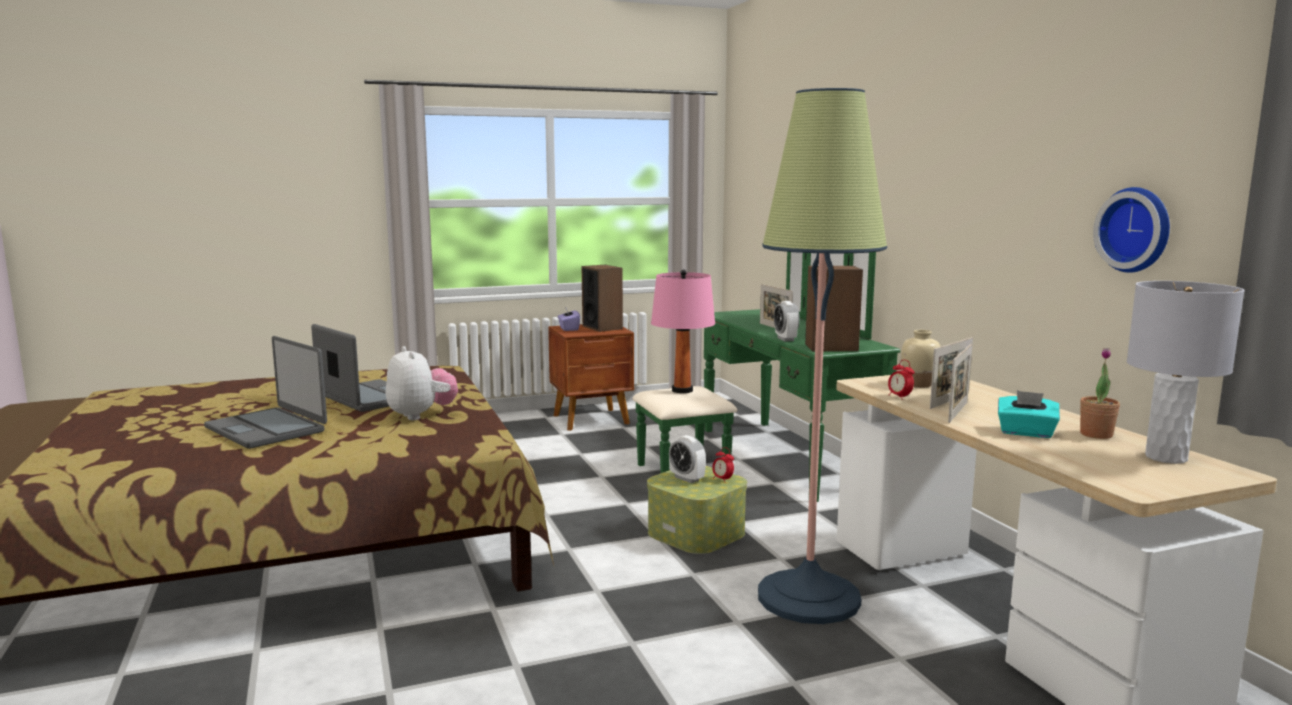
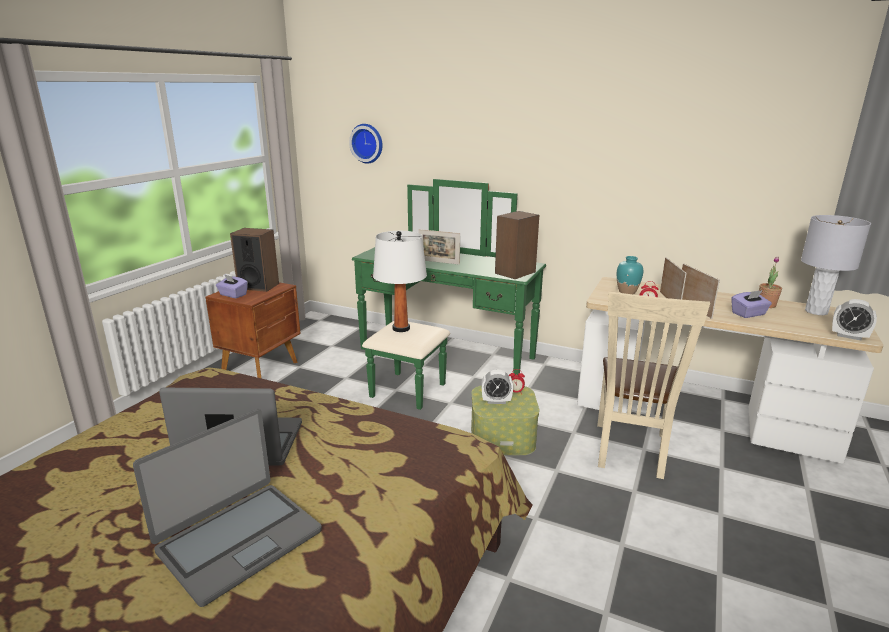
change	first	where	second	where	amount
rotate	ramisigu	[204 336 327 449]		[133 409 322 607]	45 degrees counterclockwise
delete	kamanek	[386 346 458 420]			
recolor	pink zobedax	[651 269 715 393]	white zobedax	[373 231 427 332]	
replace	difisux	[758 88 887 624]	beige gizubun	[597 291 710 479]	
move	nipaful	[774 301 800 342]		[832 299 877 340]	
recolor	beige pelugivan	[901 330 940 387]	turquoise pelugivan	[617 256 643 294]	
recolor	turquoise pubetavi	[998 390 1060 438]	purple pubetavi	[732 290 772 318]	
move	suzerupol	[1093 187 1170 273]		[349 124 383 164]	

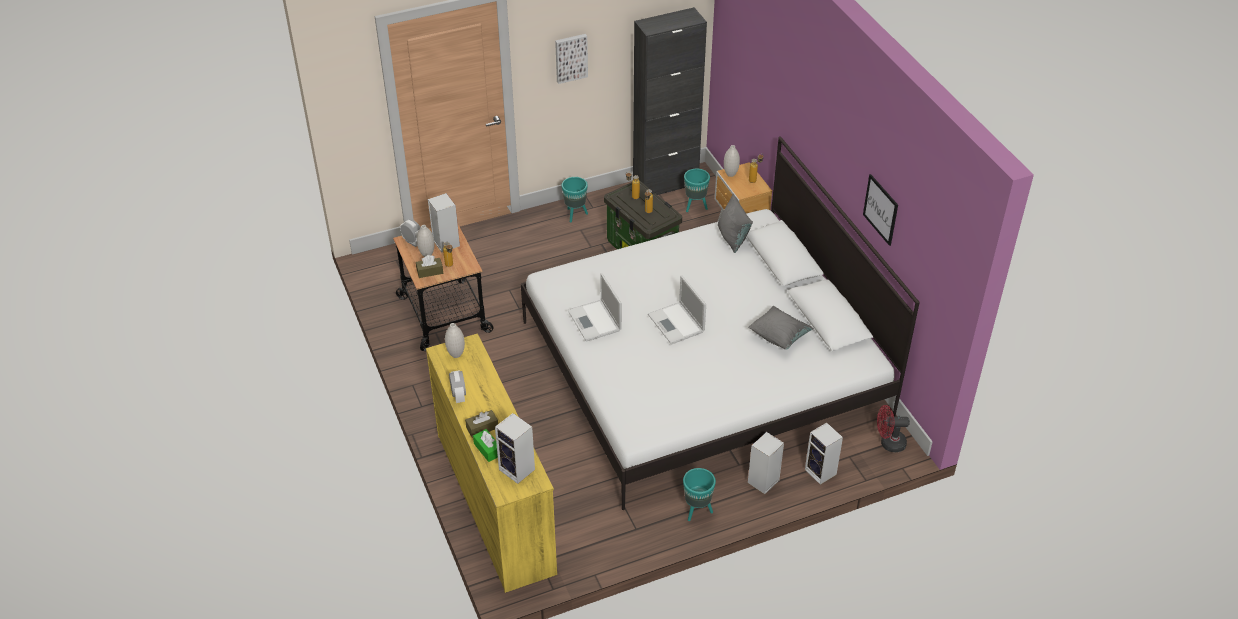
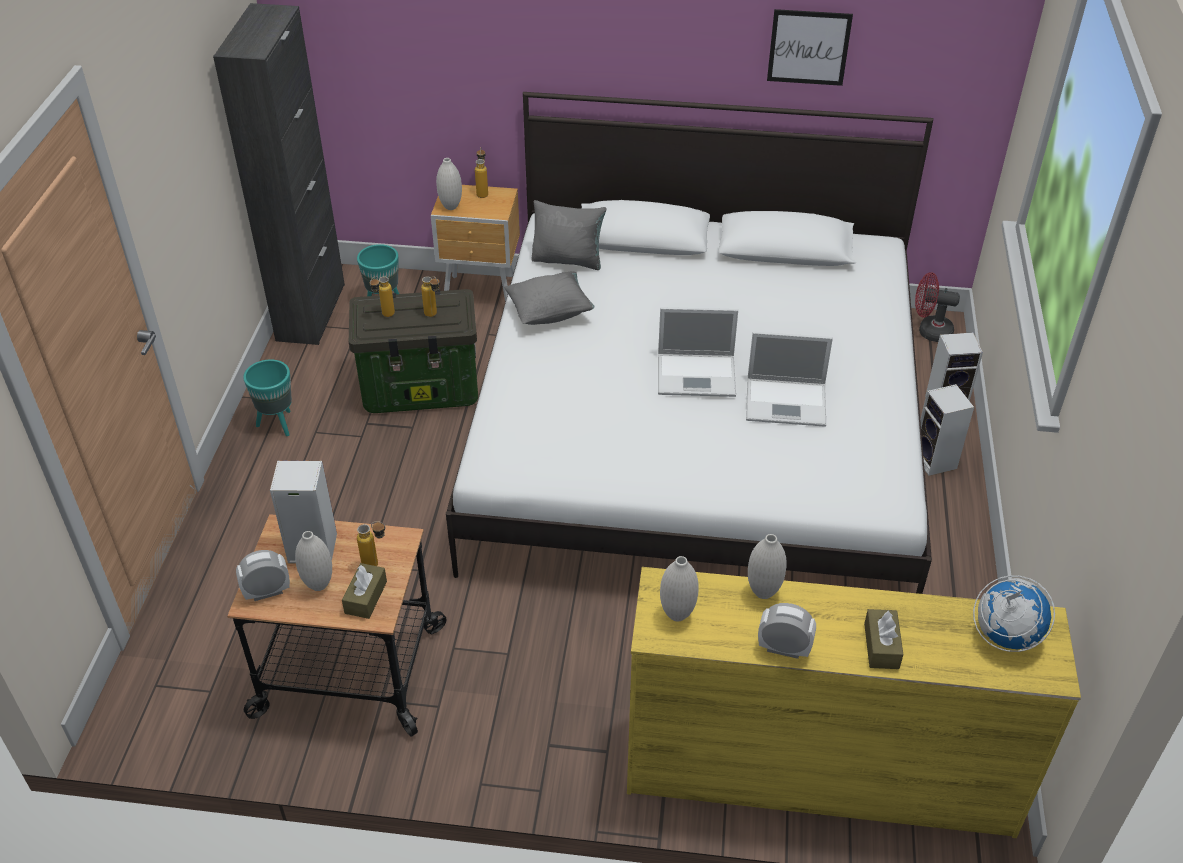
change	first	where	second	where	amount
delete	green pubetavi	[473 429 498 462]			
replace	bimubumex	[495 413 535 484]	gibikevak	[973 575 1055 652]	
delete	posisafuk	[555 34 588 84]			
move	ramisigu	[568 273 622 342]		[746 332 833 427]	
delete	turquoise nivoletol	[683 468 716 521]			
move	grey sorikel	[748 306 814 350]		[504 271 595 325]	
rotate	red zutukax	[877 405 910 452]		[915 272 960 342]	75 degrees clockwise
insert			white pelugivan	[748 534 787 599]	

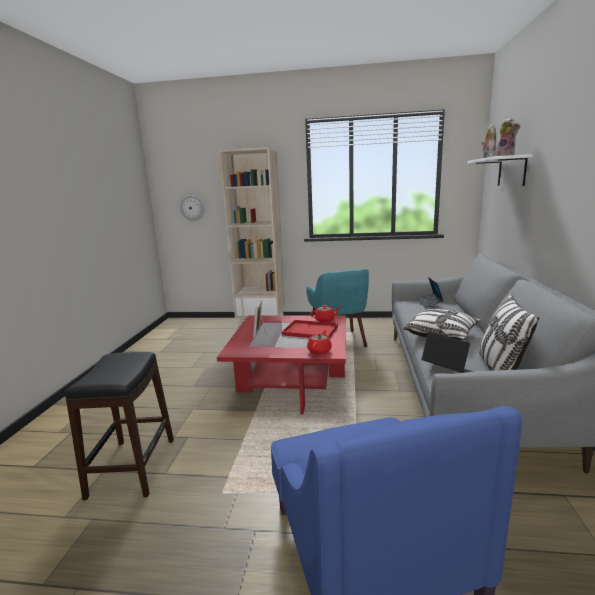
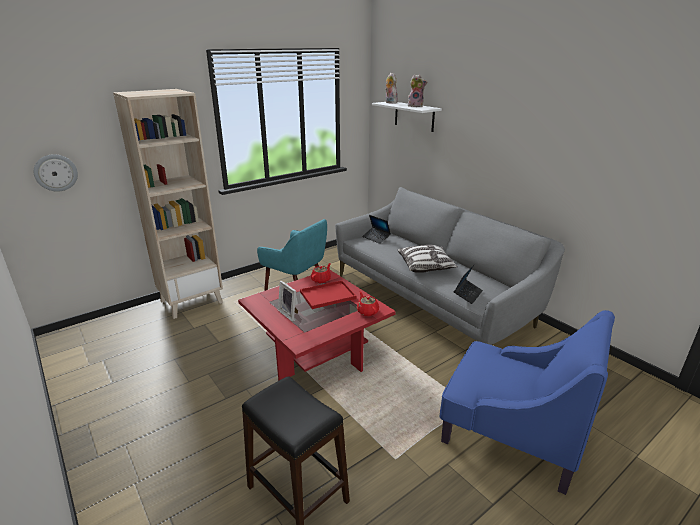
change	first	where	second	where	amount
rotate	ramisigu	[421 332 474 373]		[454 264 483 304]	120 degrees clockwise
delete	sorikel	[479 294 539 371]			

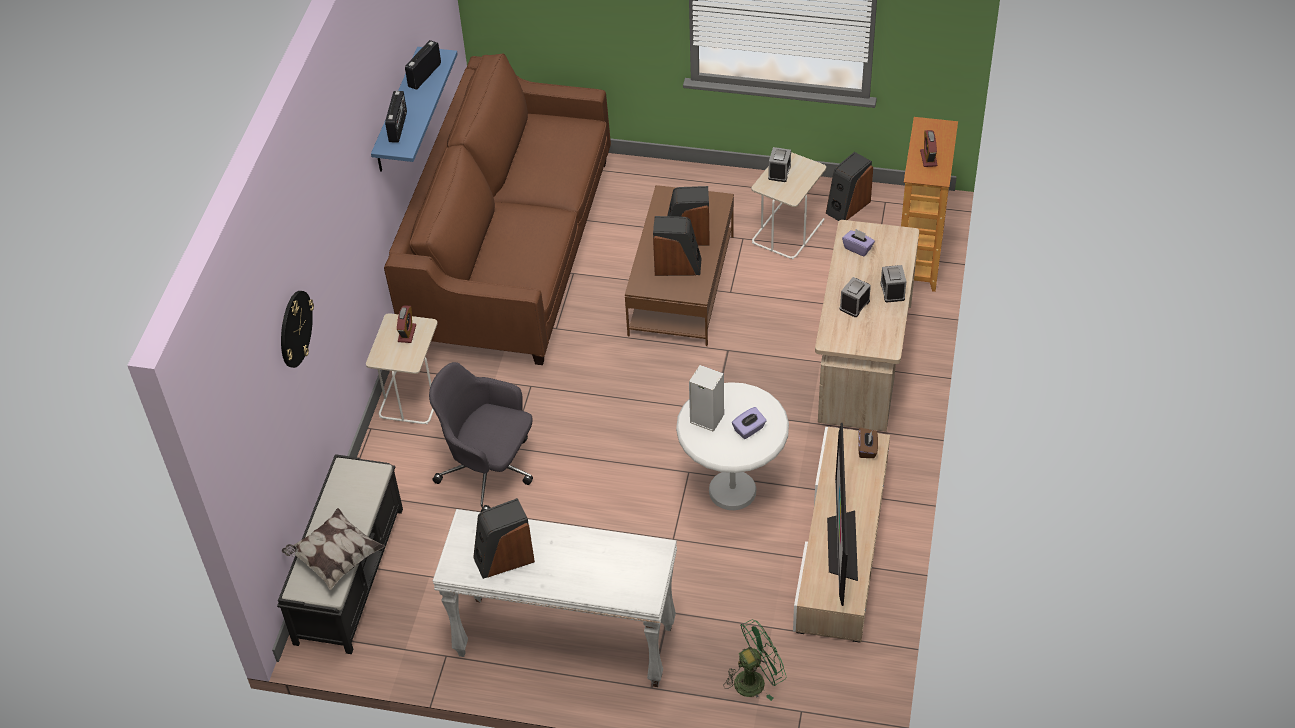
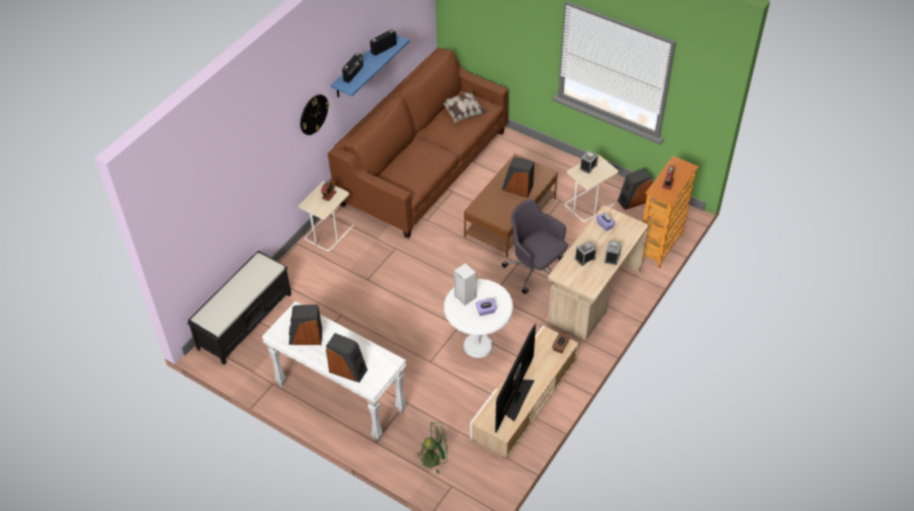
change	first	where	second	where	amount
move	suzerupol	[281 291 314 368]		[300 94 329 135]	
move	sorikel	[282 508 385 591]		[443 91 488 123]	
move	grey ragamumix	[429 362 533 512]		[502 200 568 294]	
move	bimubumex	[653 216 702 276]		[326 333 368 383]	

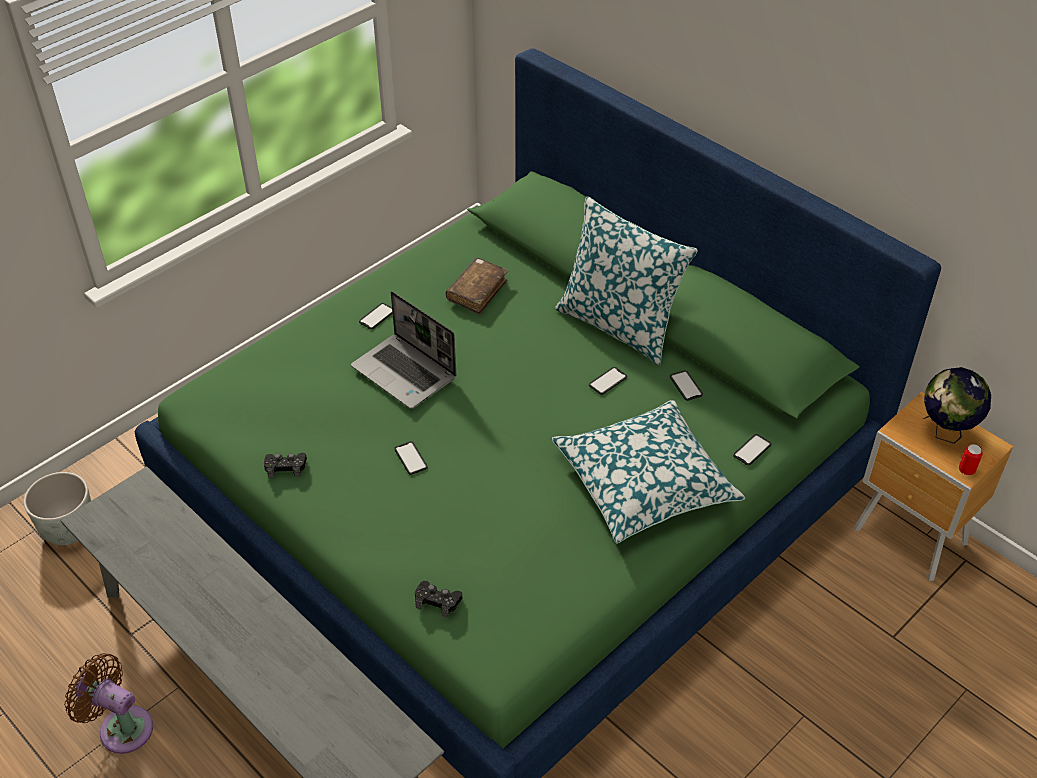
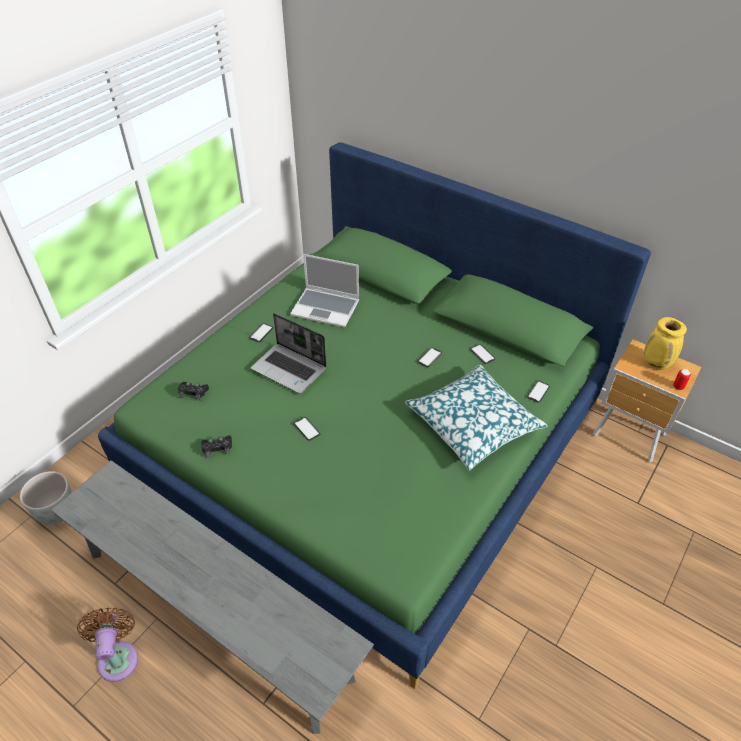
change	first	where	second	where	amount
rotate	brown zutukax	[64 653 153 754]		[77 608 138 682]	60 degrees clockwise
move	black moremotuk	[415 581 462 618]		[178 382 209 401]	
replace	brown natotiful	[446 258 508 315]	ramisigu	[290 254 359 328]	
delete	sorikel	[555 196 698 365]			
replace	gibikevak	[923 367 991 444]	yellow pelugivan	[644 317 687 370]	

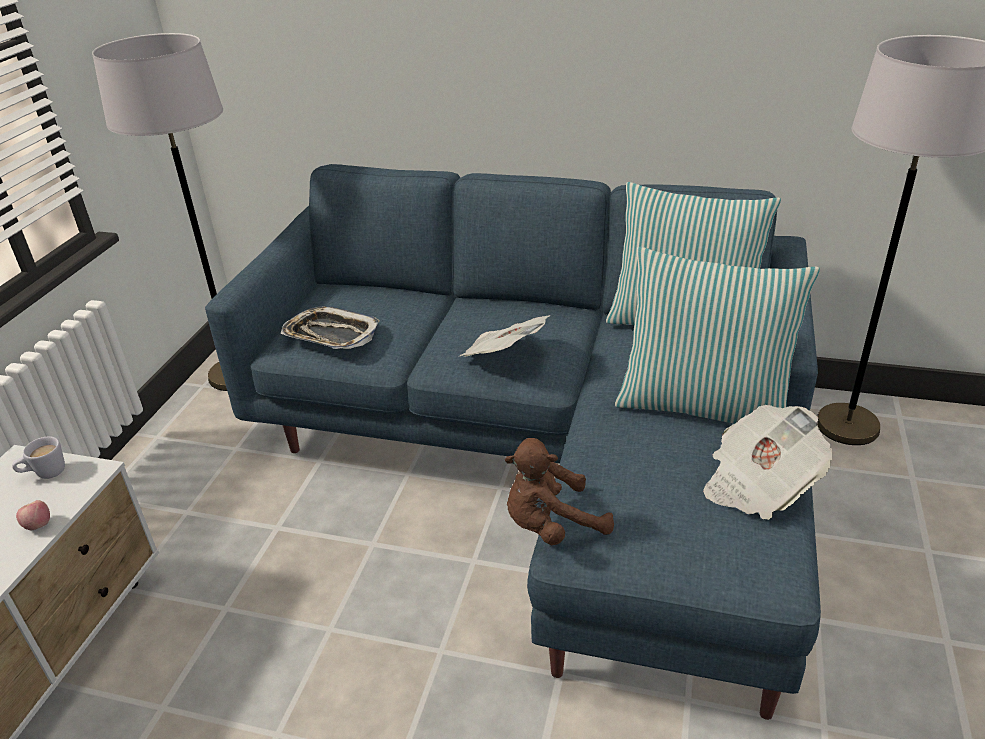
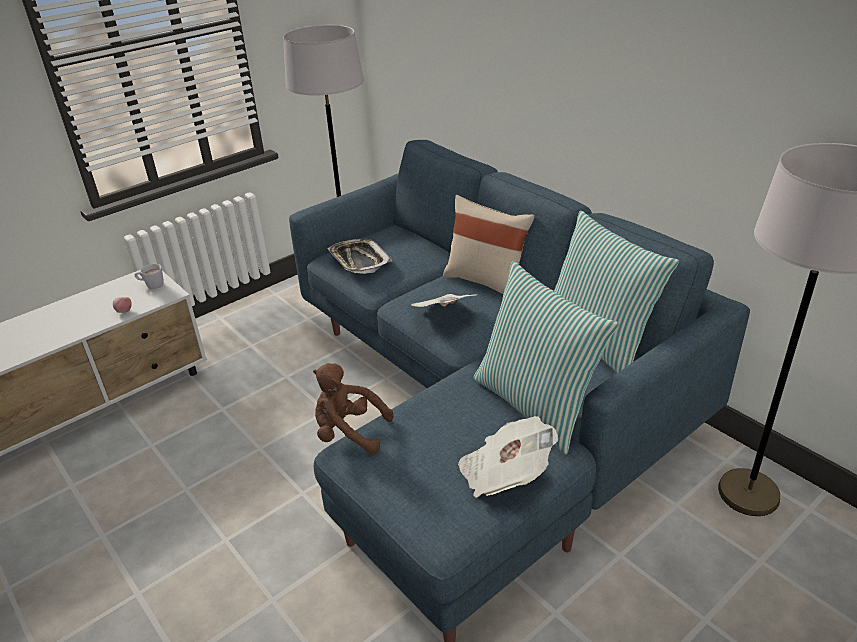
change	first	where	second	where	amount
insert			beige sorikel	[443 195 535 294]	

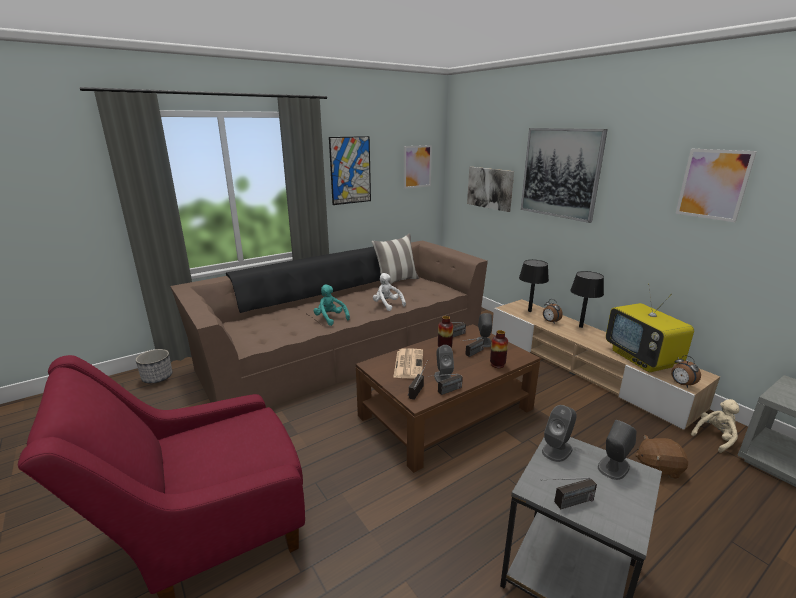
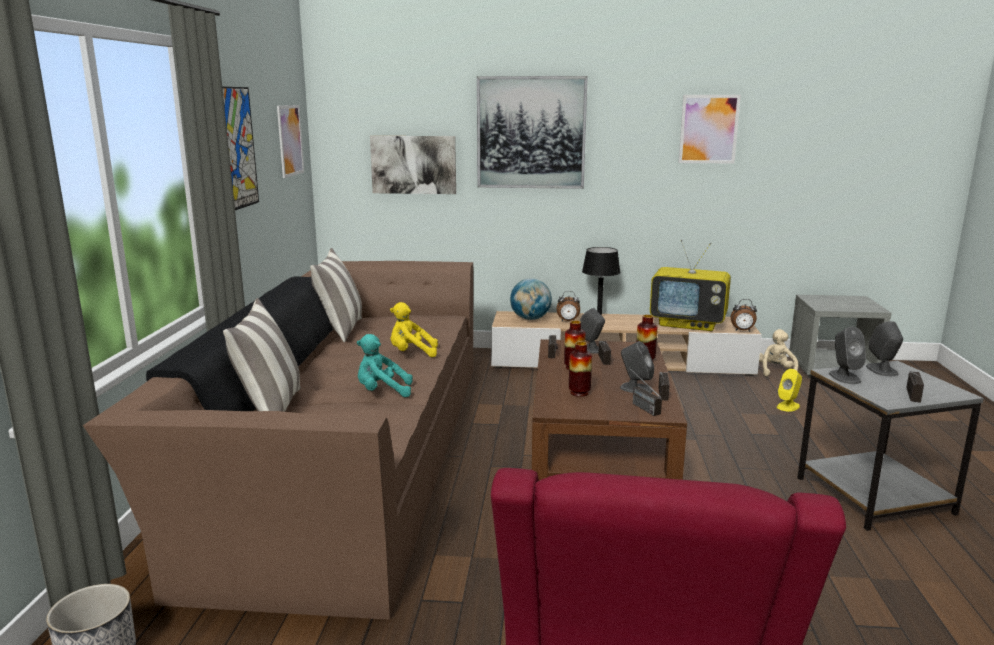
change	first	where	second	where	amount
recolor	white kamanek	[373 273 406 311]	yellow kamanek	[390 302 438 357]	
replace	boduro	[393 348 423 379]	pelugivan	[569 342 592 397]	
replace	black zobedax	[519 260 549 312]	gibikevak	[510 278 552 320]	
replace	brown kamanek	[635 435 688 479]	yellow bimubumex	[777 369 802 412]	
insert			sorikel	[223 298 301 412]	

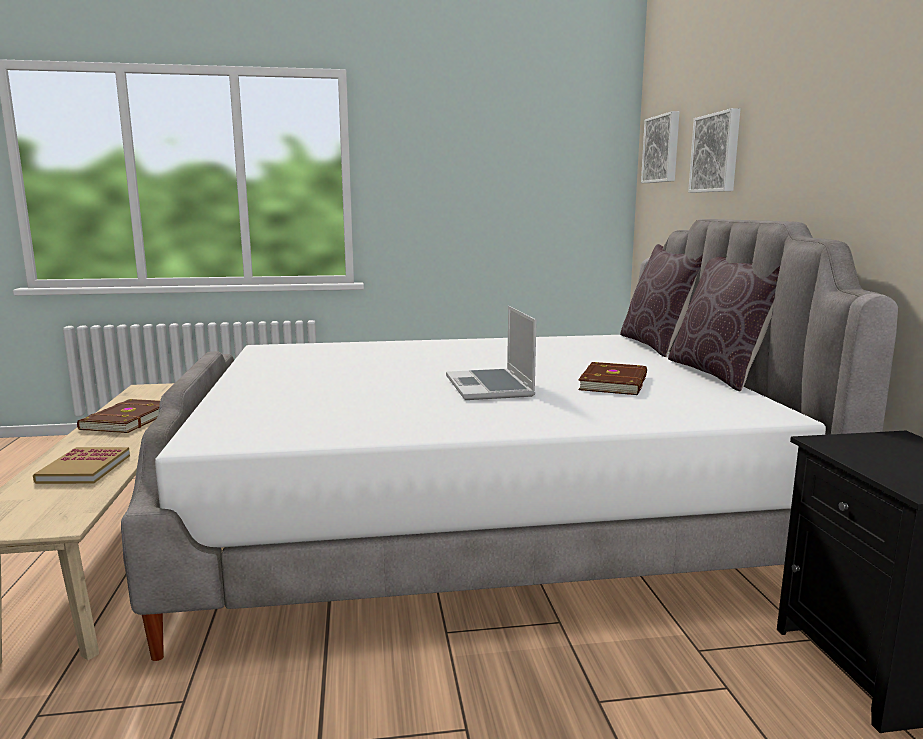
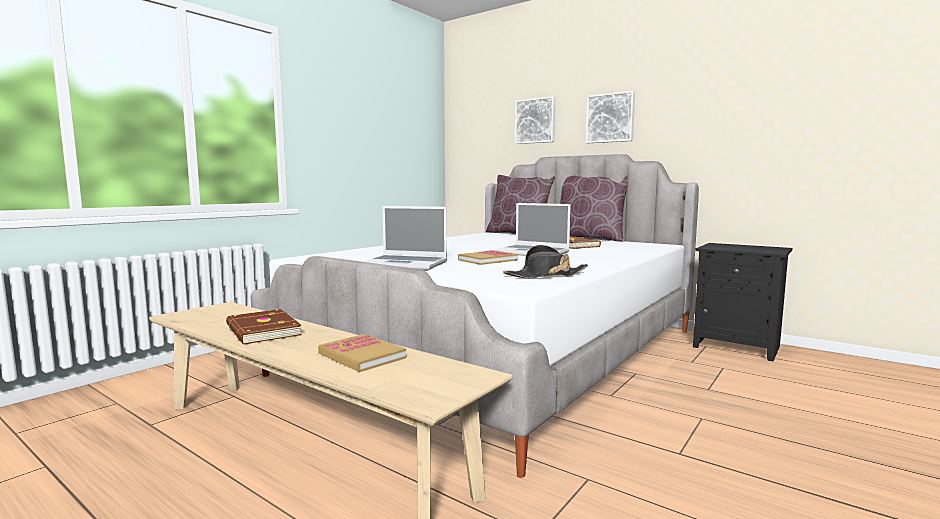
change	first	where	second	where	amount
move	posisafuk	[641 111 679 183]		[586 91 635 143]	
insert			ramisigu	[363 206 447 270]	
insert			natotiful	[458 250 518 265]	
insert			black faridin	[503 245 588 278]	

